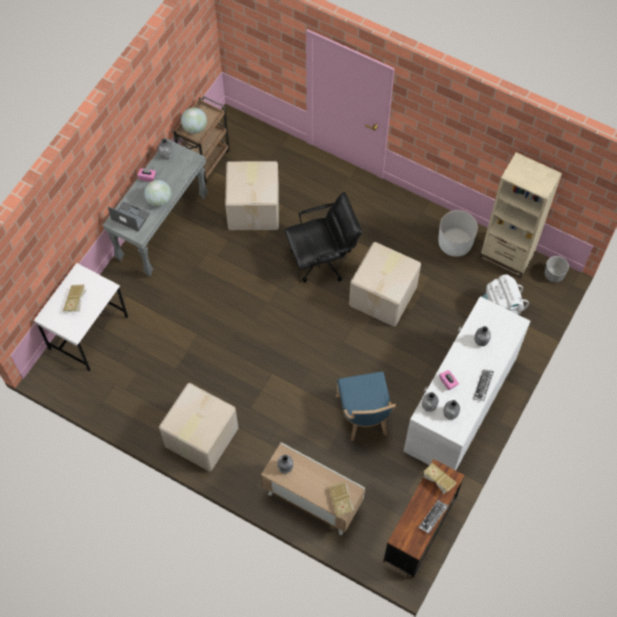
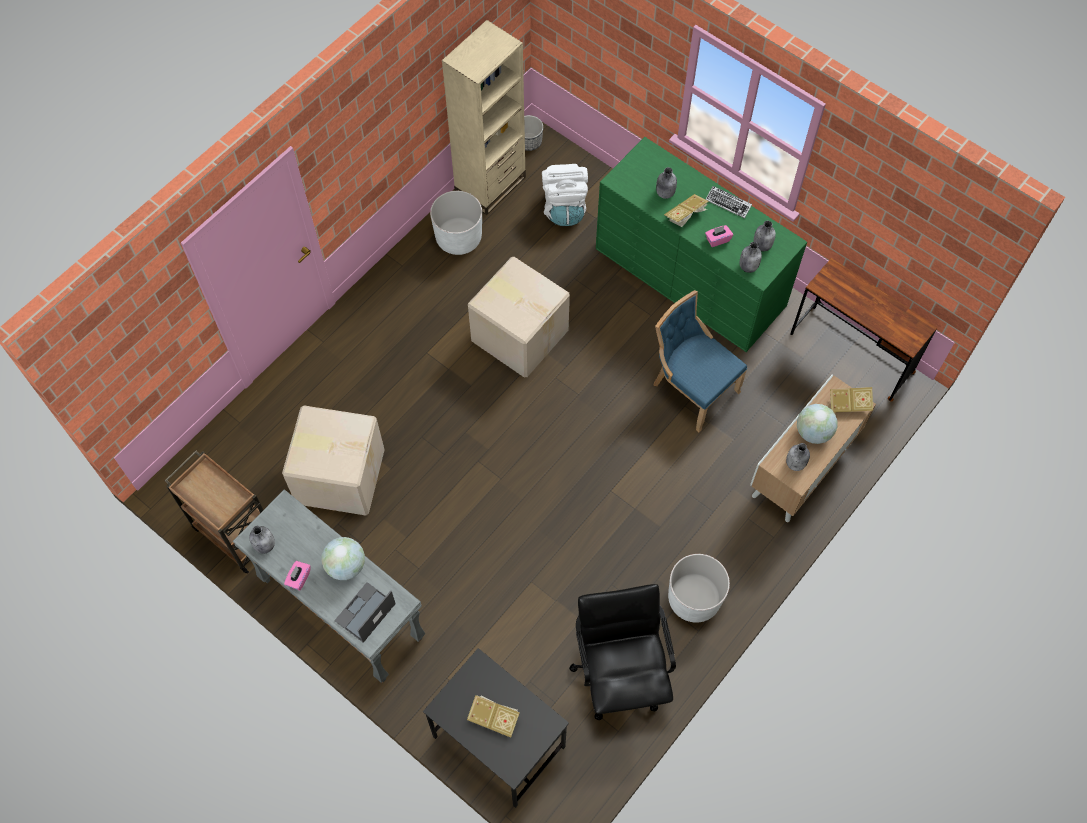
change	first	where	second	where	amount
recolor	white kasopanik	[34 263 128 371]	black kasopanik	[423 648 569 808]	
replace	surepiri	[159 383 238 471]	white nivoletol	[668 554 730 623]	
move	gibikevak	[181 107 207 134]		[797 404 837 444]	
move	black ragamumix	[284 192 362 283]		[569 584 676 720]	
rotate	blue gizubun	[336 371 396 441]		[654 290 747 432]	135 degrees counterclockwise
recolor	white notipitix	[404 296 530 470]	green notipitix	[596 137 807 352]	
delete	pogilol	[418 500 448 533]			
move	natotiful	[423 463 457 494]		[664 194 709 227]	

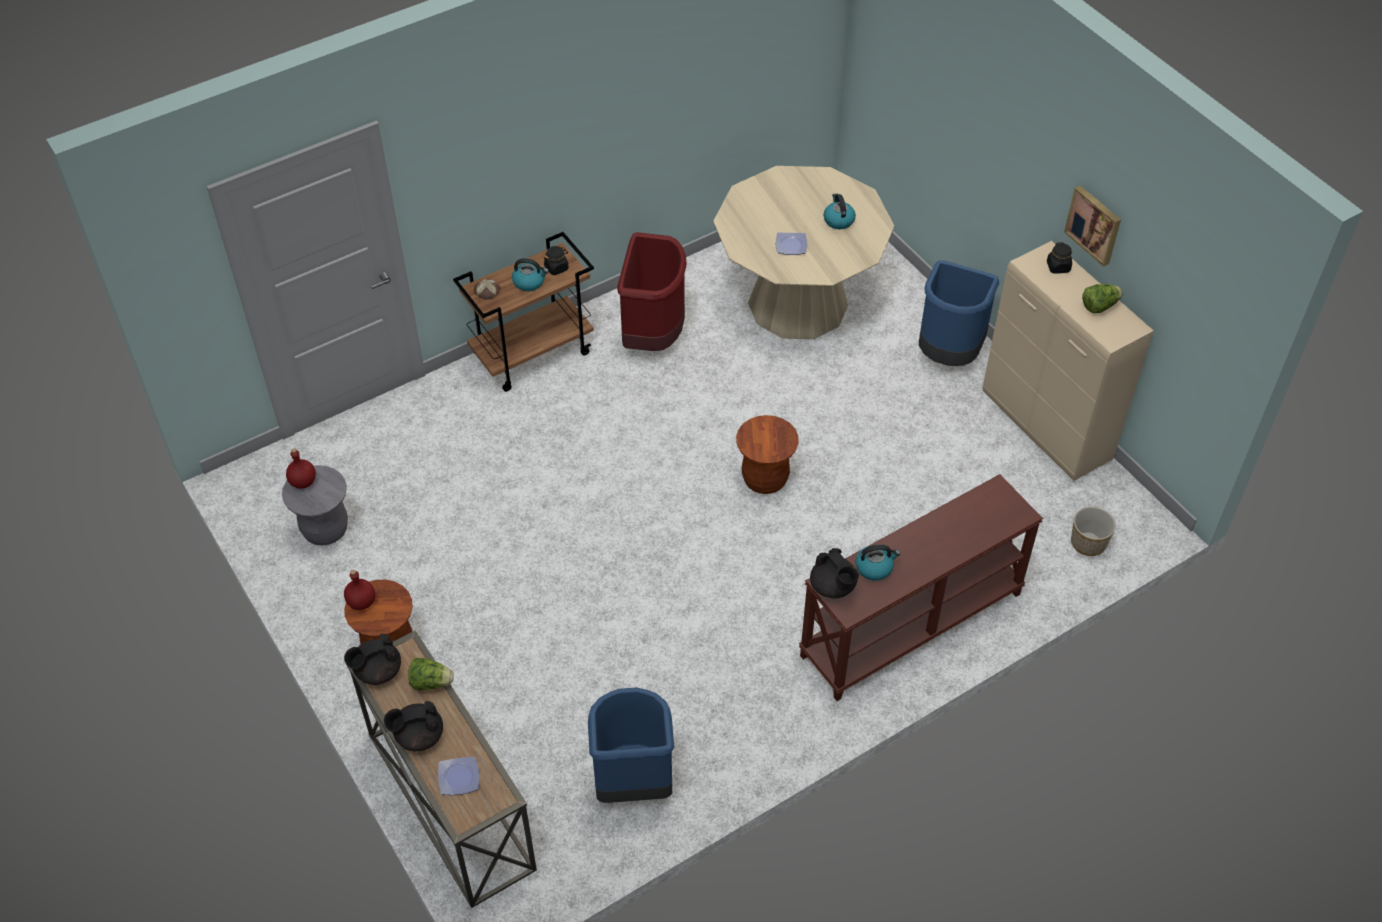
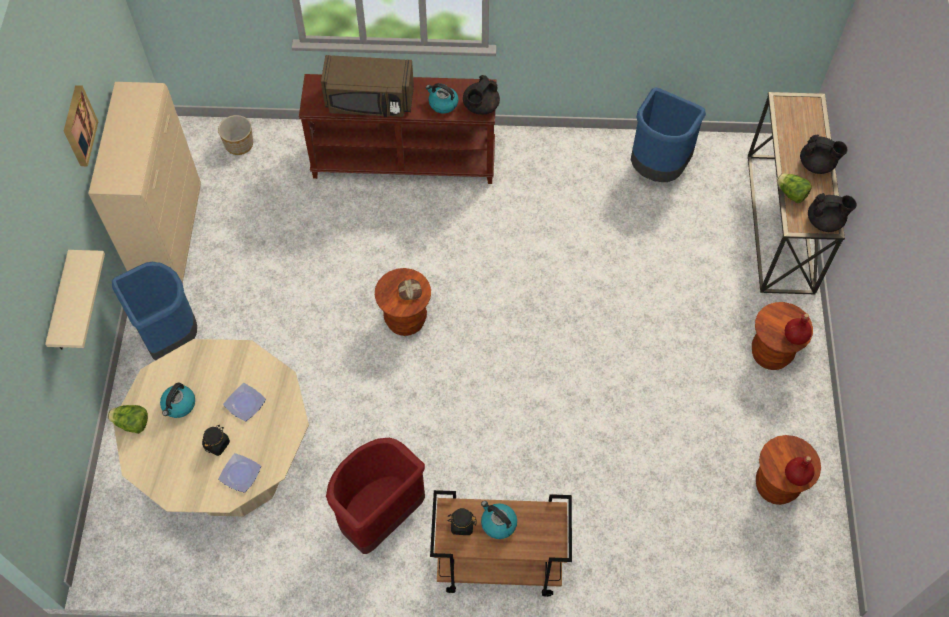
change	first	where	second	where	amount
recolor	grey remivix	[282 465 348 545]	brown remivix	[756 435 821 505]	
move	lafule	[438 757 479 795]		[218 453 261 493]	
move	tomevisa	[474 279 501 300]		[398 279 422 300]	
rotate	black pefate	[810 548 859 598]		[463 75 500 114]	150 degrees counterclockwise
move	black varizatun	[1047 242 1072 273]		[202 425 230 456]	
move	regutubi	[1082 284 1123 314]		[108 405 148 434]	
insert			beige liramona	[45 250 105 349]	
insert			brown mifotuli	[321 55 414 117]	

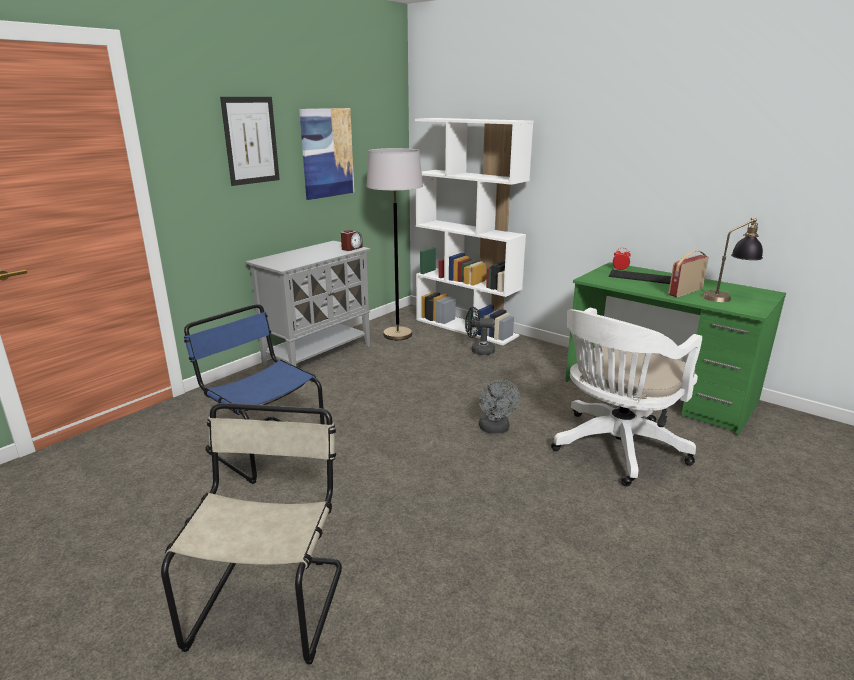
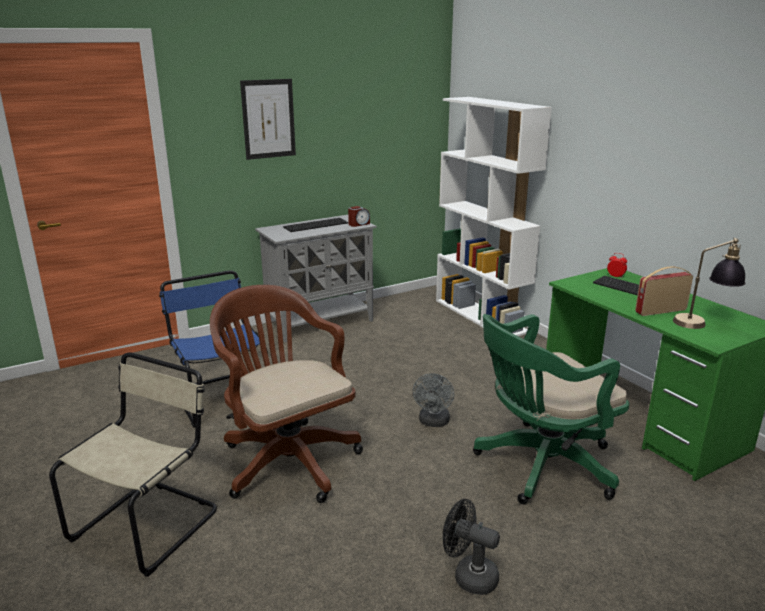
change	first	where	second	where	amount
delete	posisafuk	[299 108 354 200]			
delete	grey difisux	[366 148 423 340]			
move	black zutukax	[465 307 495 355]		[443 499 500 595]	
recolor	white ragamumix	[551 308 702 486]	green ragamumix	[473 314 629 504]	
insert			brown ragamumix	[210 285 363 503]	
insert			pogilol	[283 218 348 232]	

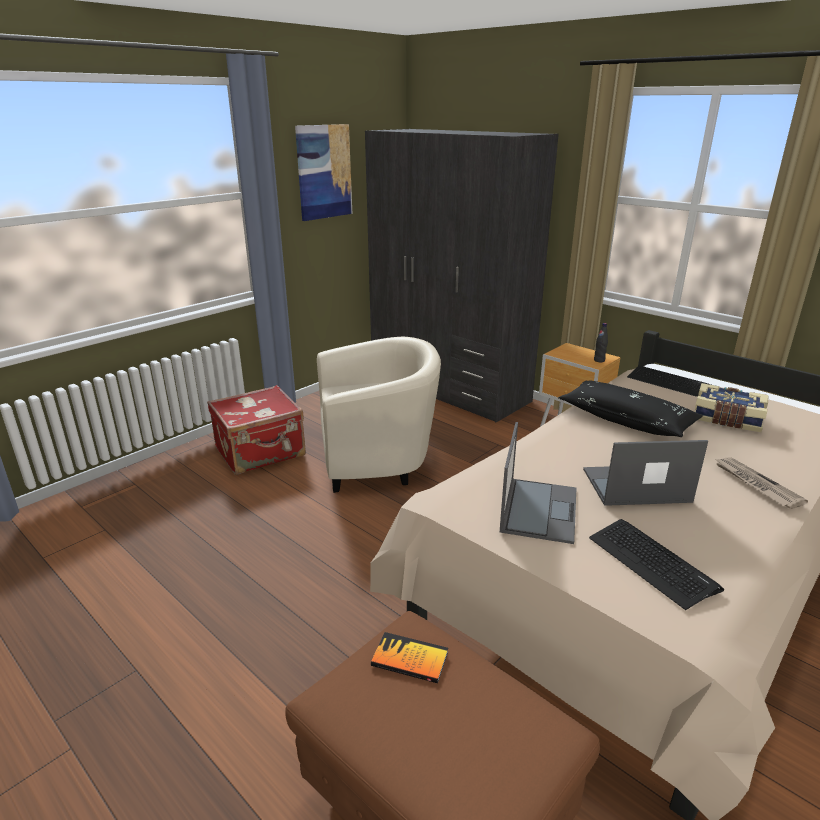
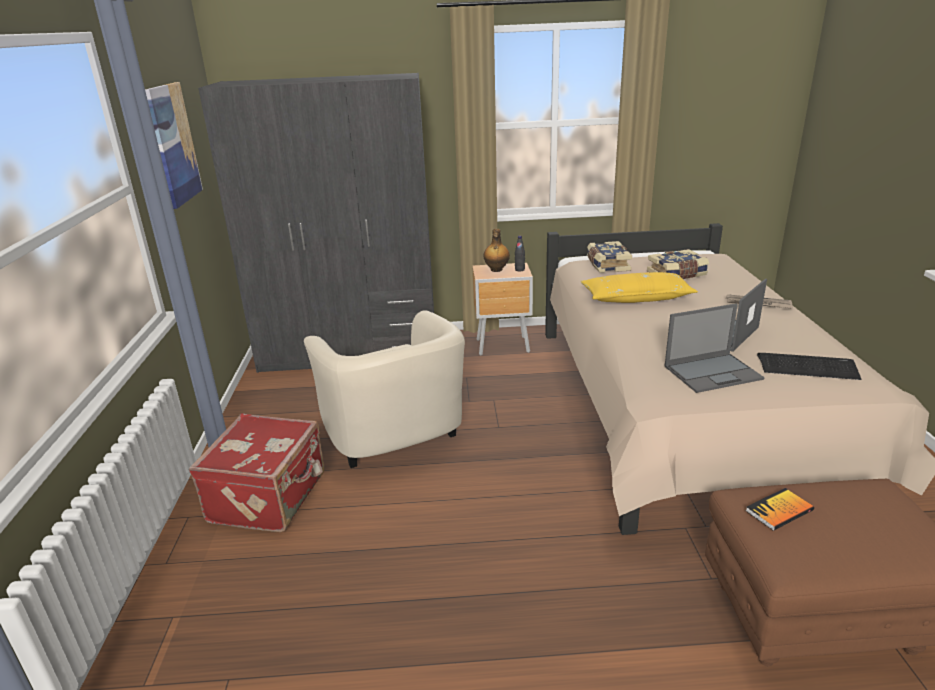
change	first	where	second	where	amount
rotate	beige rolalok	[317 336 441 493]		[304 310 465 468]	120 degrees clockwise
rotate	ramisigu	[500 422 576 544]		[664 303 765 393]	105 degrees clockwise
recolor	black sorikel	[558 381 703 437]	yellow sorikel	[581 272 698 303]	
replace	pogilol	[627 366 711 397]	natotiful	[587 241 632 273]	
insert			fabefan	[484 229 510 272]	

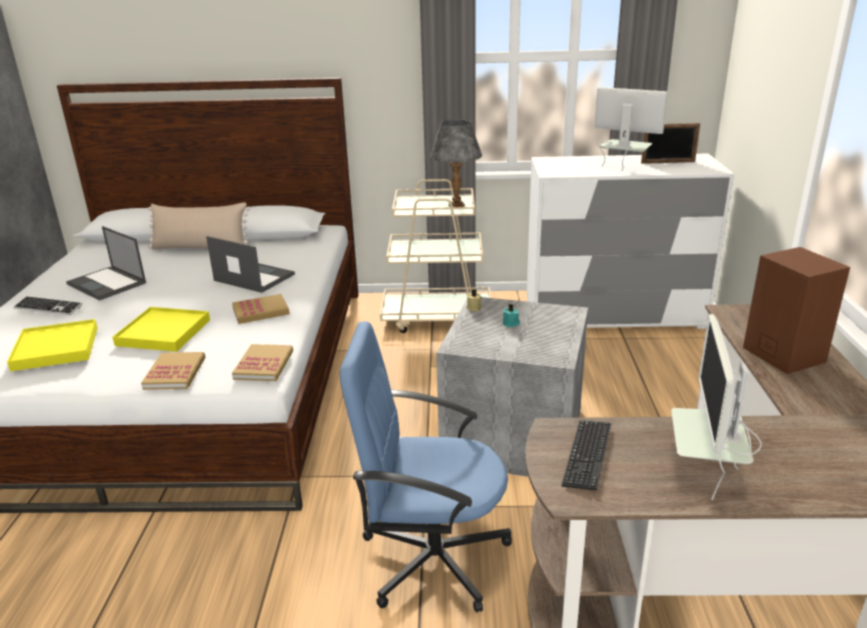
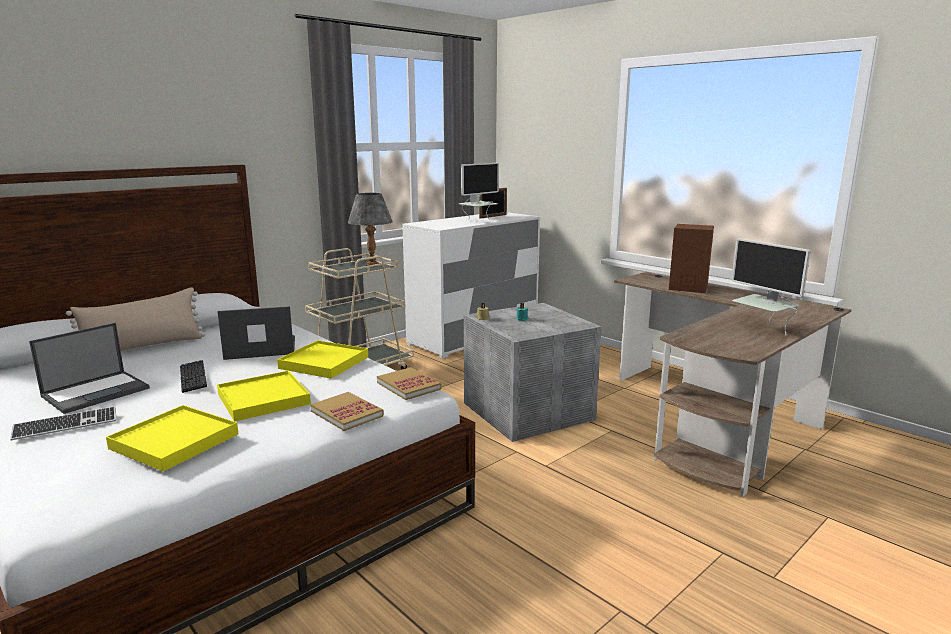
change	first	where	second	where	amount
rotate	ramisigu	[66 226 146 301]		[29 323 150 414]	45 degrees counterclockwise
replace	natotiful	[232 294 290 324]	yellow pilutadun	[277 340 368 379]	
delete	blue ragamumix	[340 321 512 612]			
move	pogilol	[561 420 611 491]		[180 360 207 393]	
rotate	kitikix	[594 87 668 172]		[459 163 499 220]	150 degrees clockwise

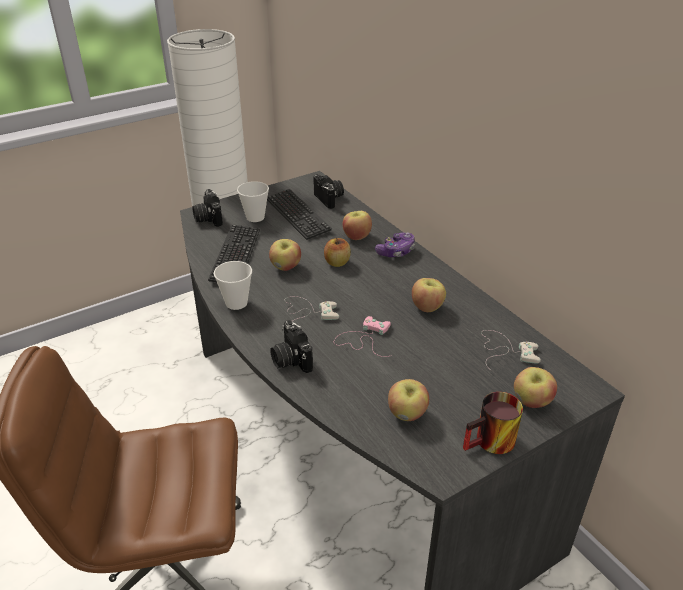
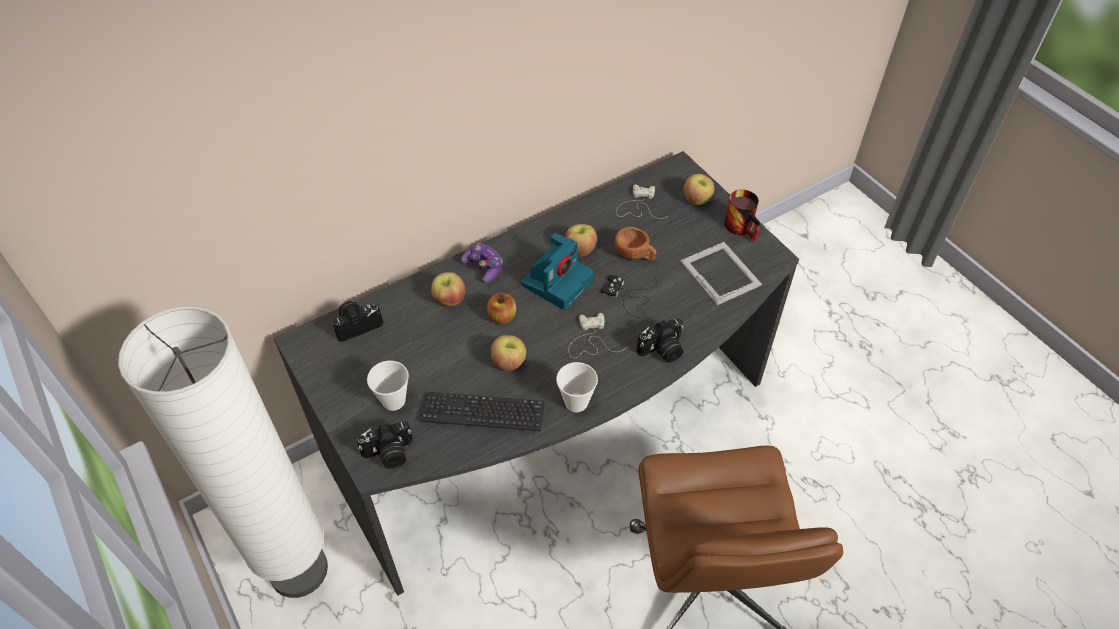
change	first	where	second	where	amount
delete	pogilol	[267 189 332 240]			
recolor	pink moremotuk	[334 316 391 357]	black moremotuk	[601 275 657 317]	
replace	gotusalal	[388 379 429 421]	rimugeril	[680 242 762 305]	
insert			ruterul	[521 233 593 310]	
insert			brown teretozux	[615 227 657 261]	

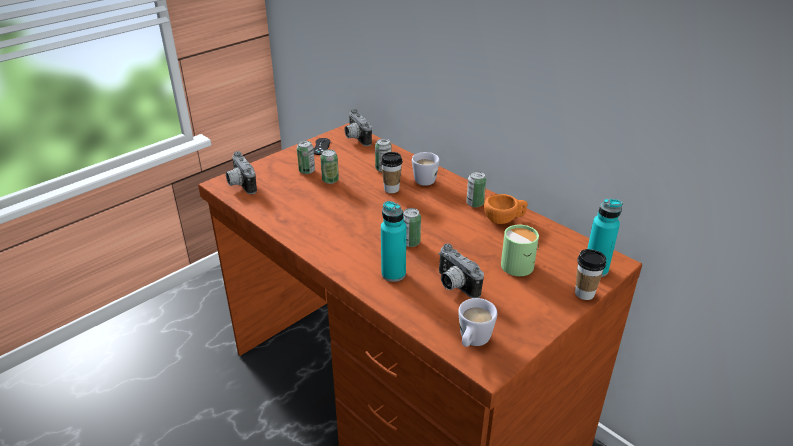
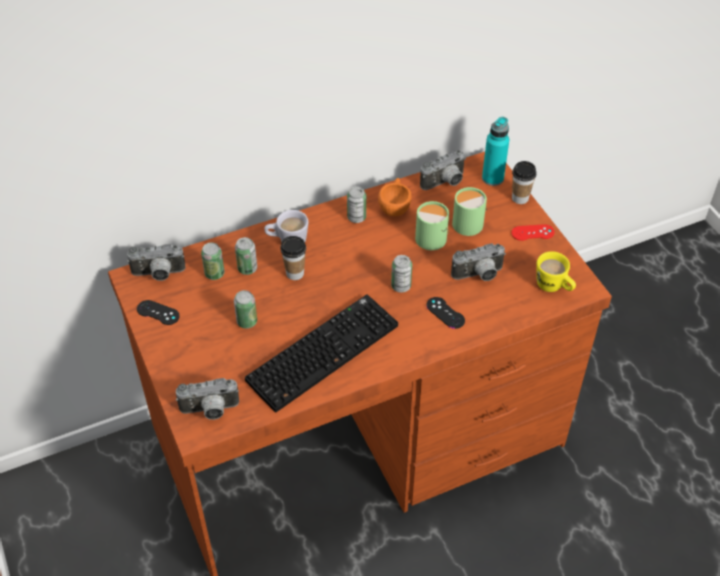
change	first	where	second	where	amount
move	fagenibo	[297 141 315 174]		[201 242 224 280]	
replace	turquoise fabefan	[381 201 406 282]	black moremotuk	[426 297 465 329]	
recolor	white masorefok	[458 298 497 347]	yellow masorefok	[536 251 576 292]	
insert			pogilol	[245 294 398 413]	
insert			green masorefok	[415 201 449 250]	
insert			ruterul	[420 150 466 190]	
insert			red moremotuk	[511 224 555 241]	

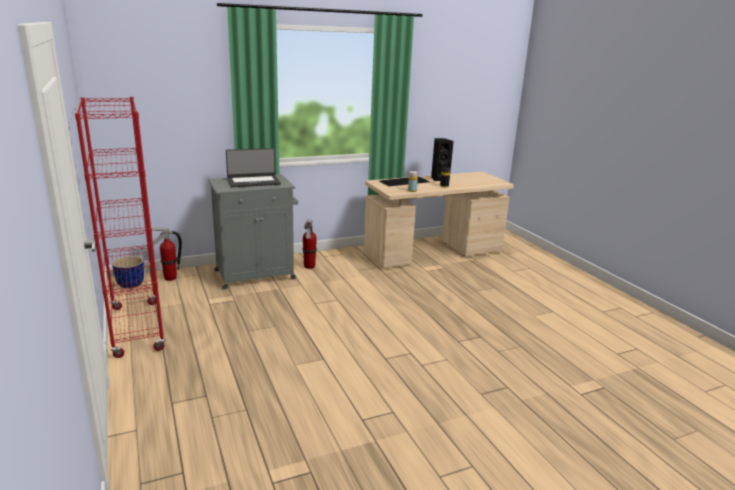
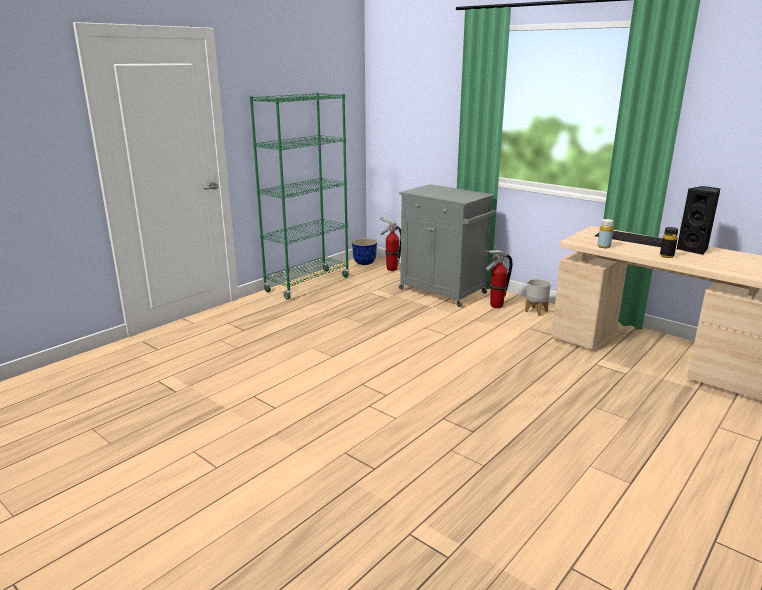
change	first	where	second	where	amount
recolor	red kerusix	[75 97 166 358]	green kerusix	[249 92 349 300]	
delete	ramisigu	[226 148 281 187]			
insert			grey nivoletol	[525 279 551 316]	

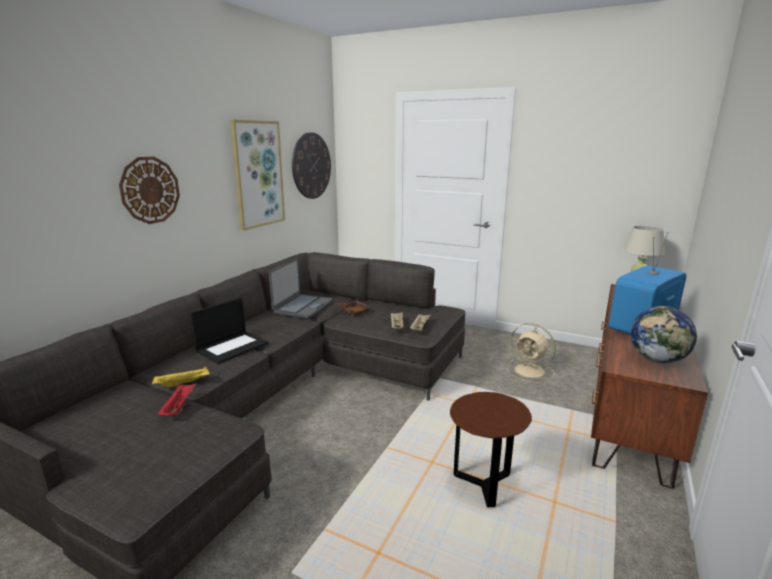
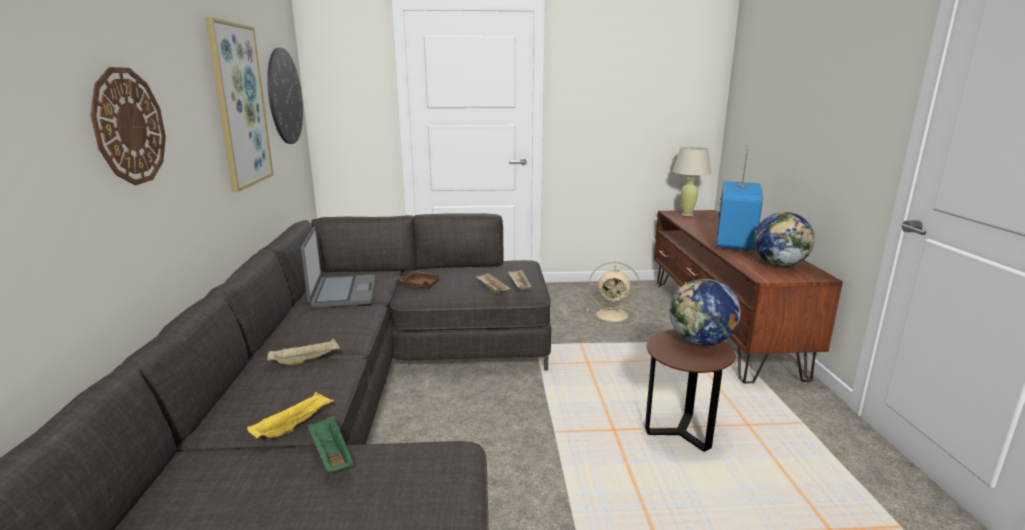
change	first	where	second	where	amount
recolor	red pilutadun	[157 384 197 416]	green pilutadun	[307 415 354 472]	
replace	ramisigu	[190 297 269 364]	beige pilutadun	[267 339 340 365]	
insert			gibikevak	[669 279 741 345]	

